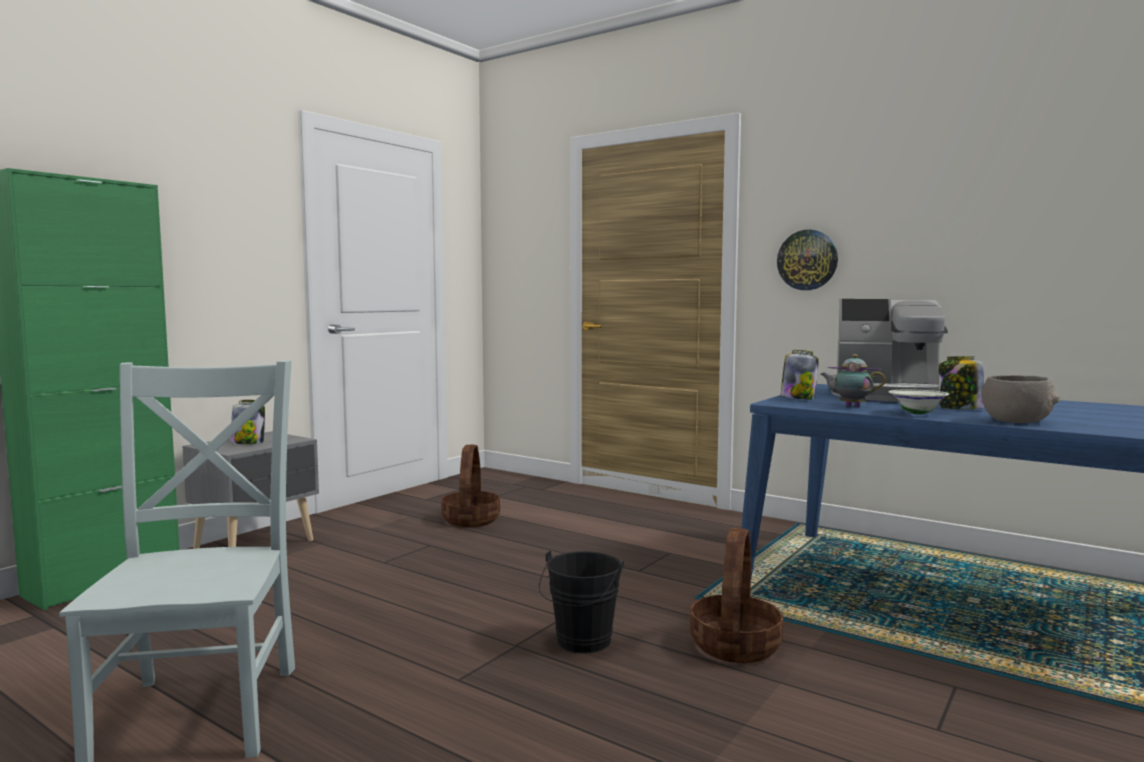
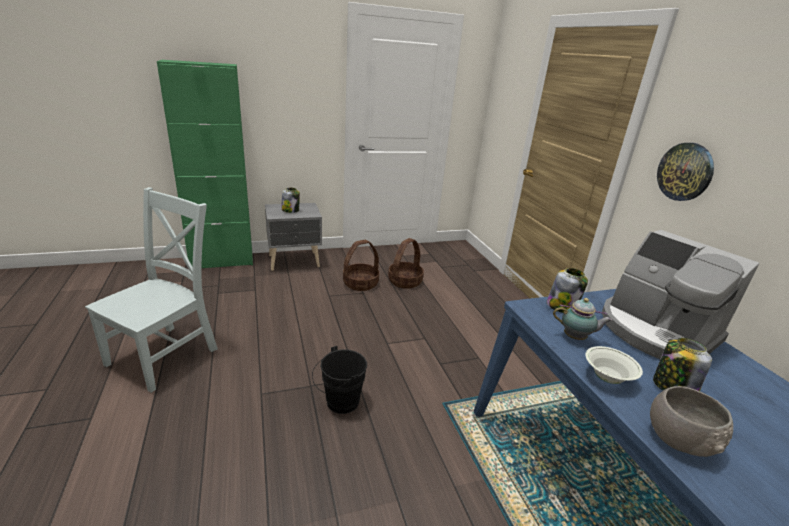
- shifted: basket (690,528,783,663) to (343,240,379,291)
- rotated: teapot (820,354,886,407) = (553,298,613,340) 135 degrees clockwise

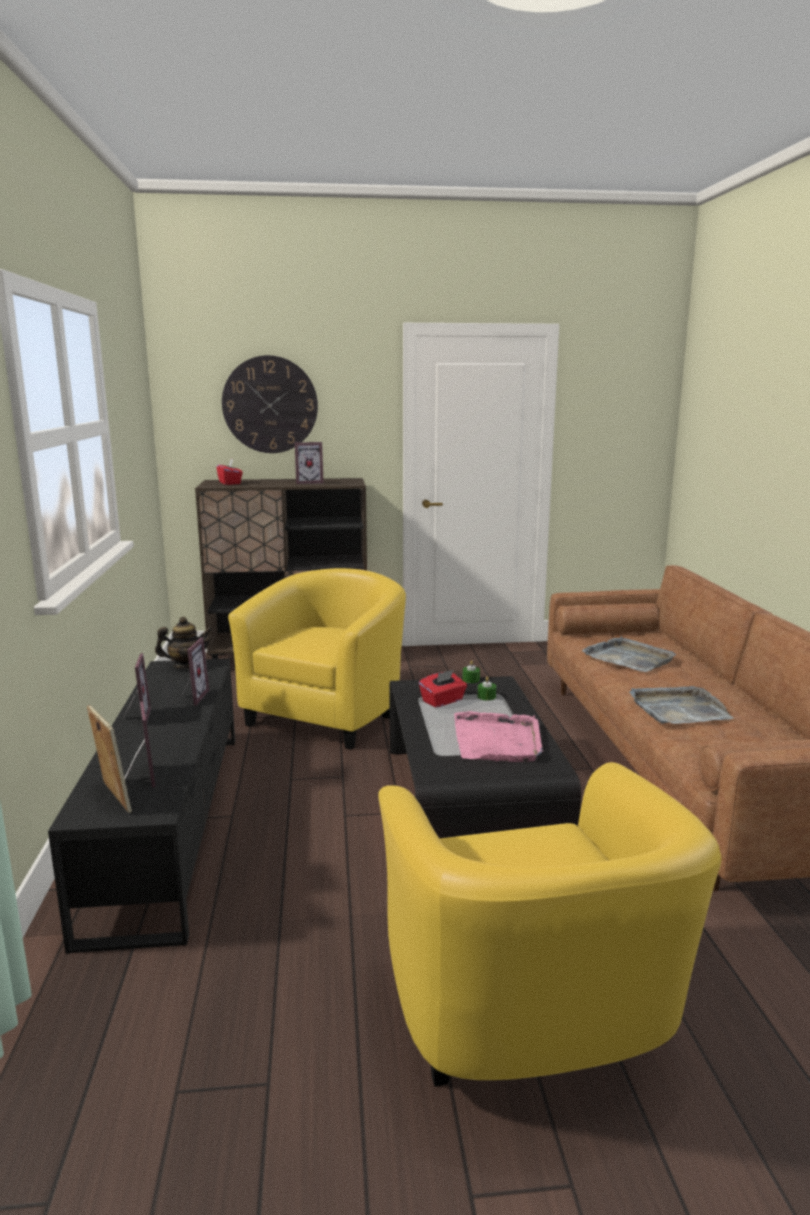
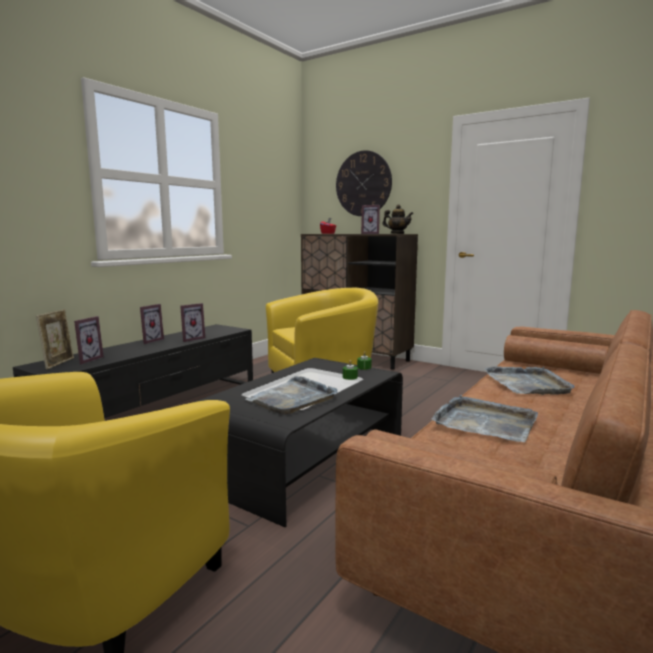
- repainted: pink tray (454,711,543,762) to grey tray (245,376,338,415)
- shifted: teapot (155,616,213,669) to (382,205,413,234)
- gone: red tissue box (419,670,467,708)

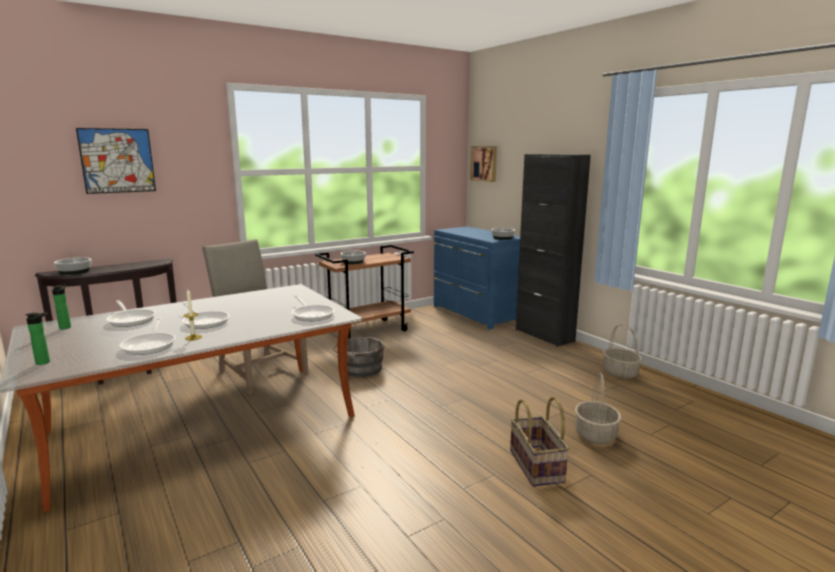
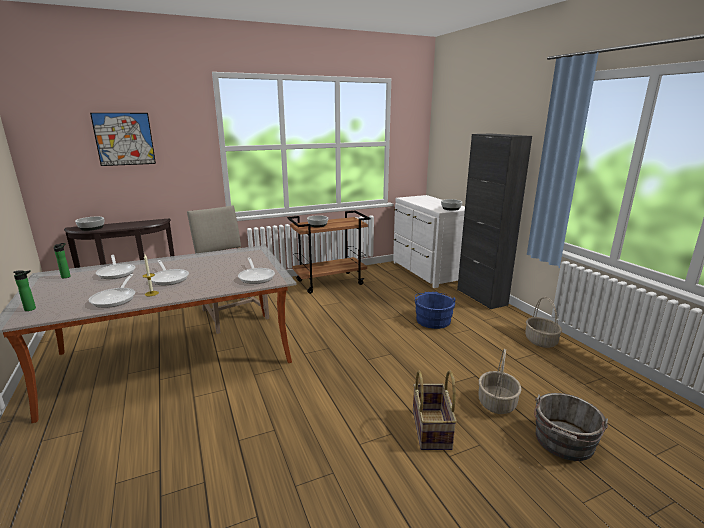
- repainted: blue dresser (434,226,520,330) to white dresser (393,195,465,288)
- new: blue bucket (414,292,456,329)
- shifted: grey bucket (333,337,385,377) to (534,393,608,461)
- gone: picture (470,146,497,182)

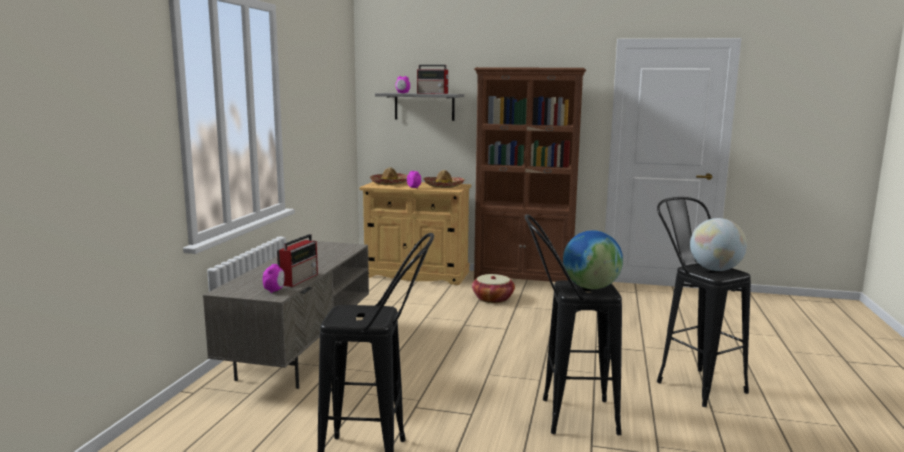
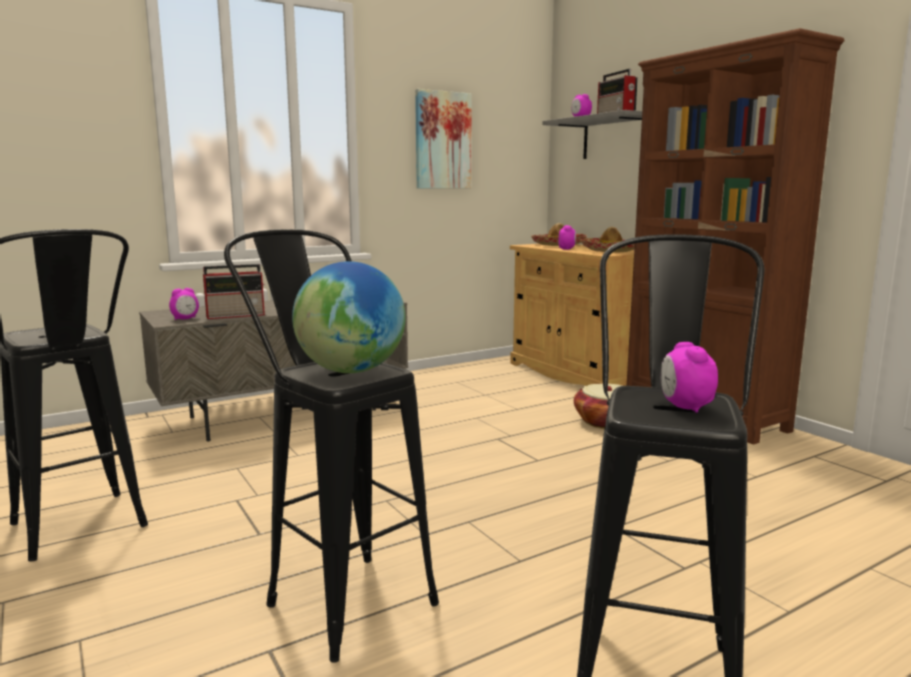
- new: picture (415,89,472,189)
- swapped: globe (690,218,747,271) to alarm clock (661,342,718,413)

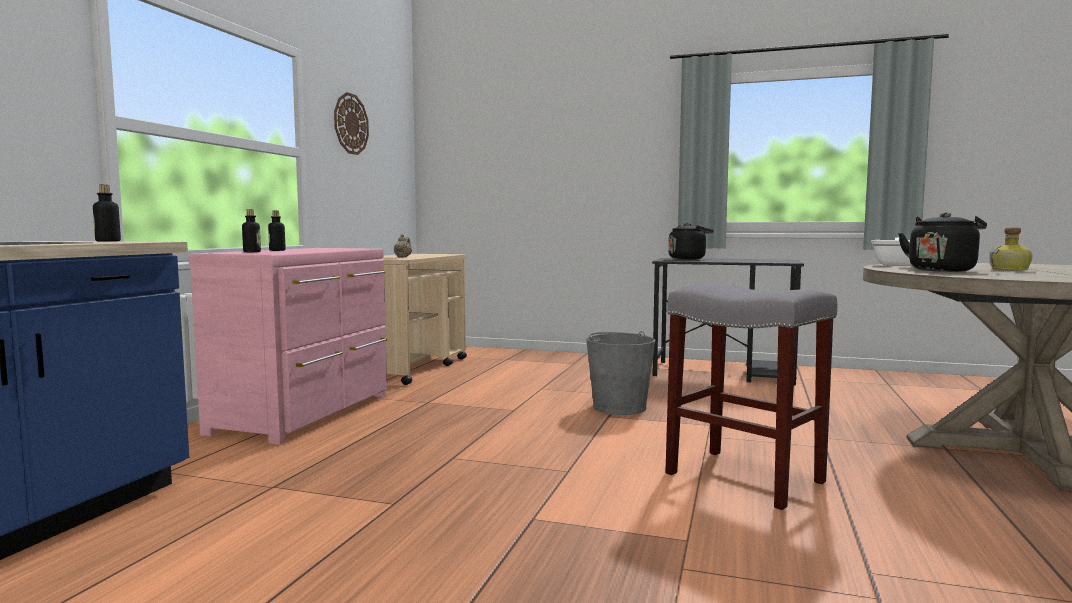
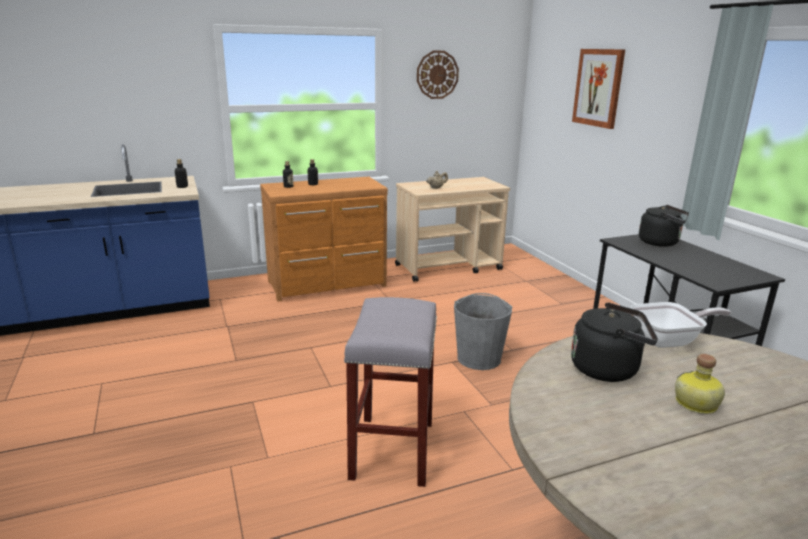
- repainted: pink dresser (188,248,387,444) to brown dresser (260,177,388,302)
- new: picture (572,49,625,129)

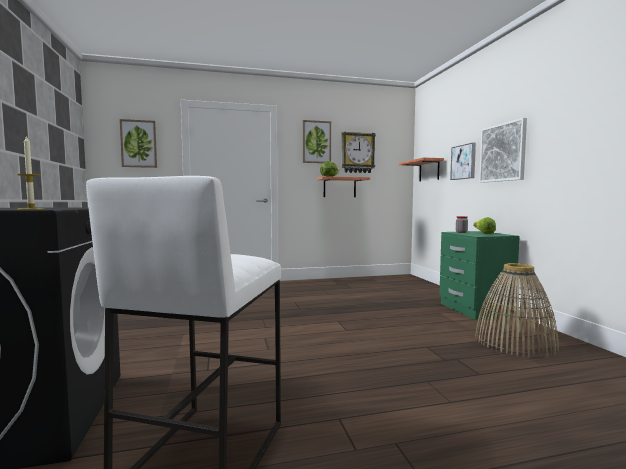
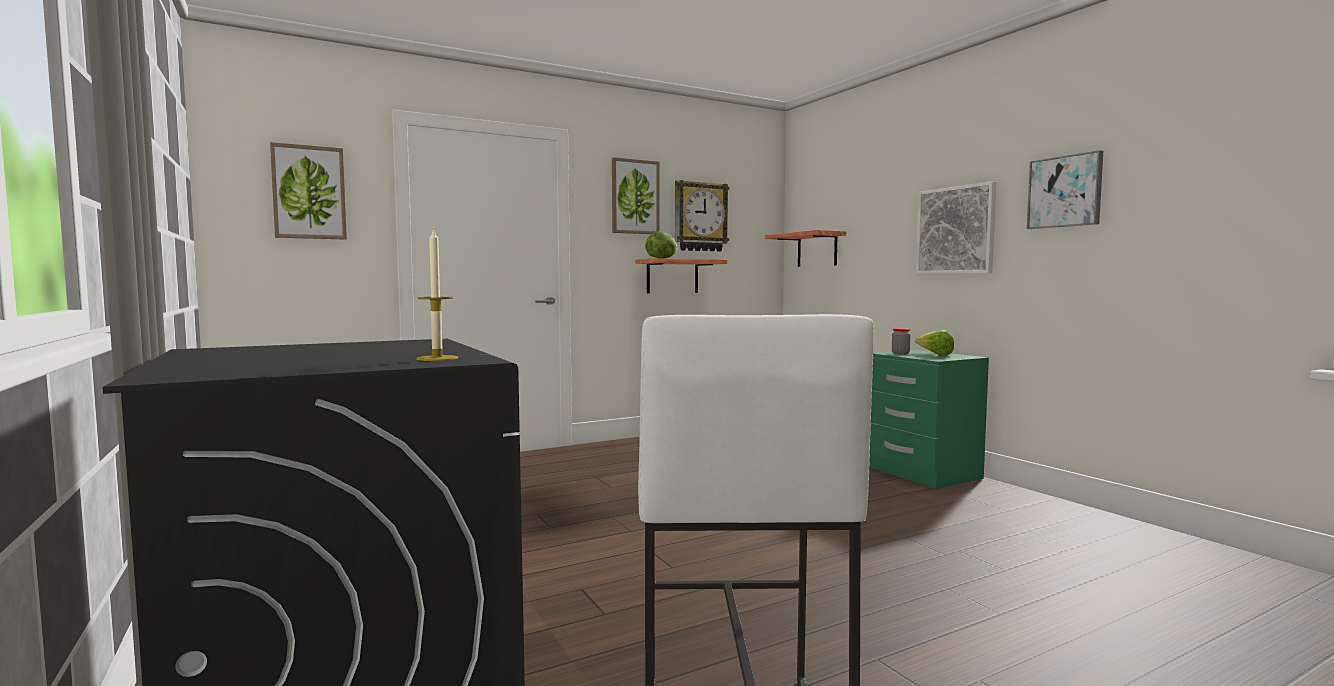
- shifted: picture (450,143,476,180) to (1027,150,1103,229)
- gone: basket (475,263,559,358)

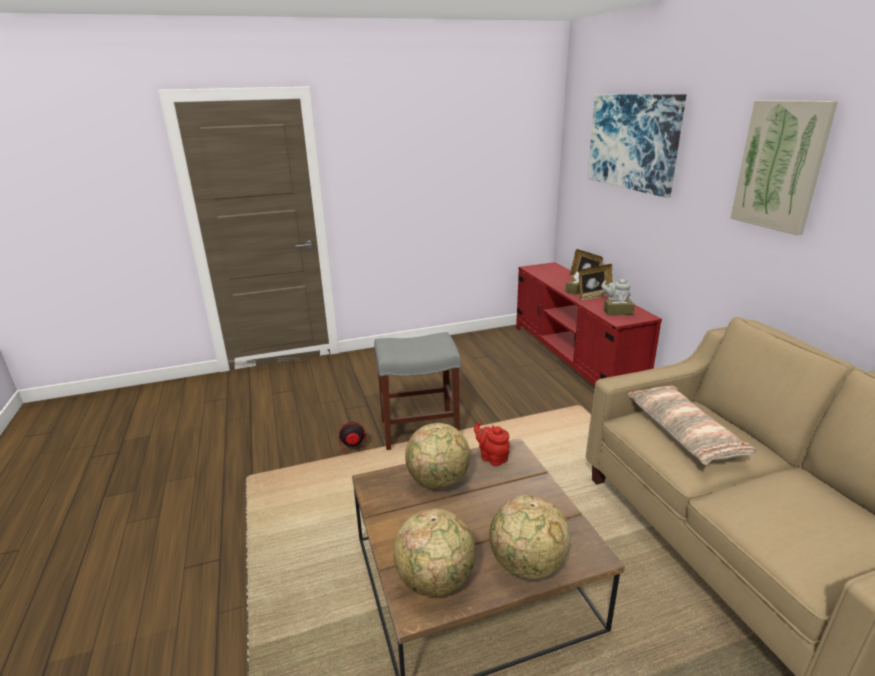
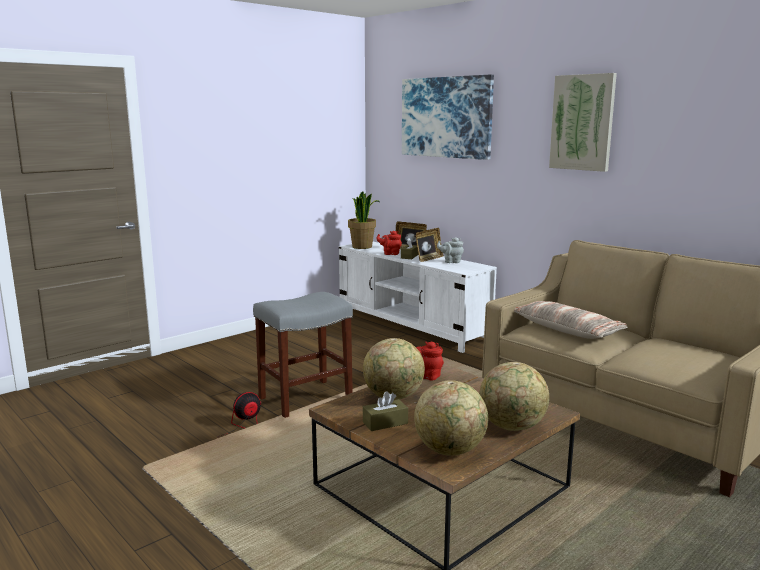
- repainted: red tv stand (516,262,662,386) to white tv stand (339,242,497,353)
- new: potted plant (348,191,379,249)
- shifted: brown tissue box (604,292,635,315) to (363,391,408,431)
- new: red teapot (376,231,402,255)

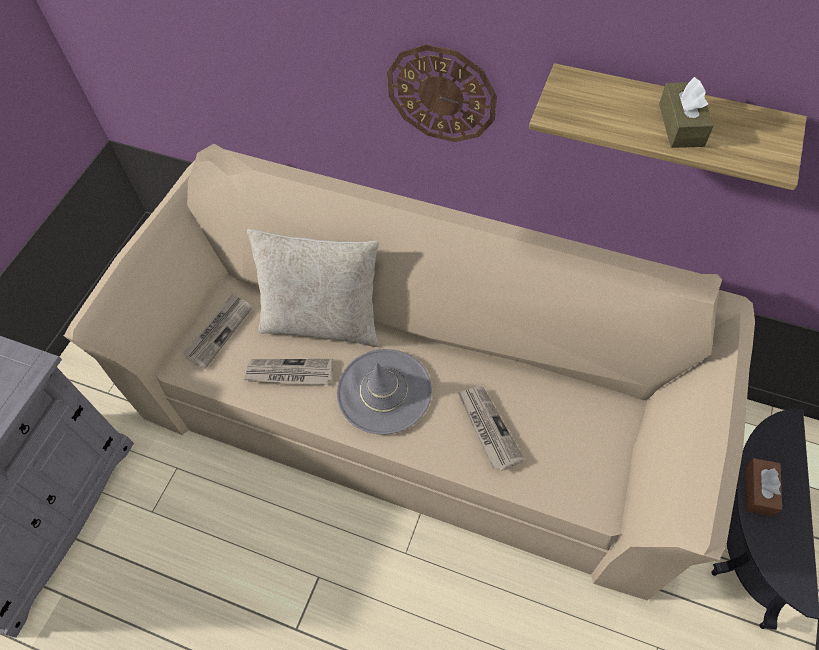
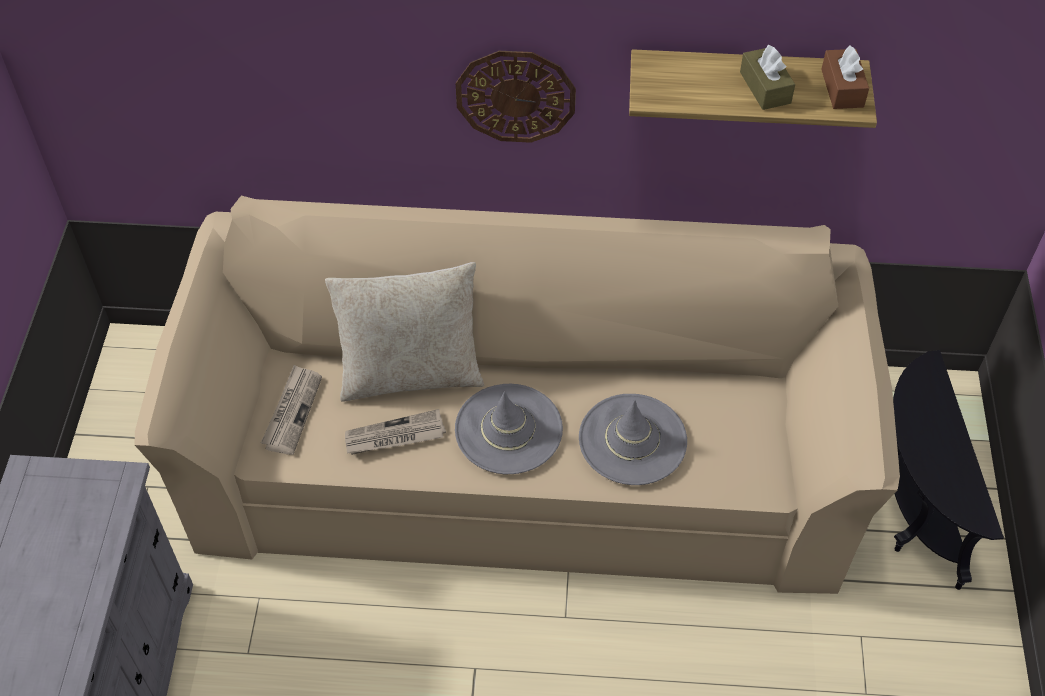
- swapped: newspaper (458,386,525,471) to grey hat (579,394,687,485)
- shifted: brown tissue box (746,458,782,517) to (821,45,869,109)

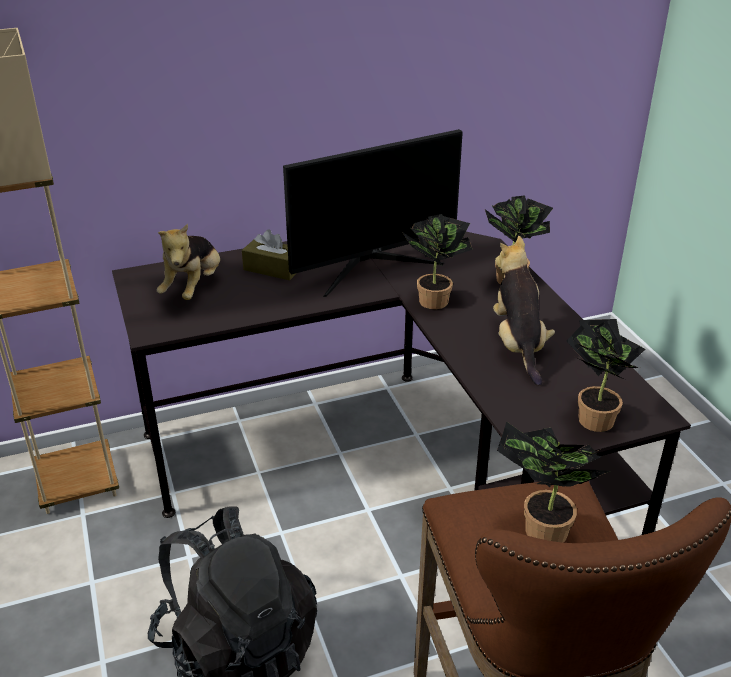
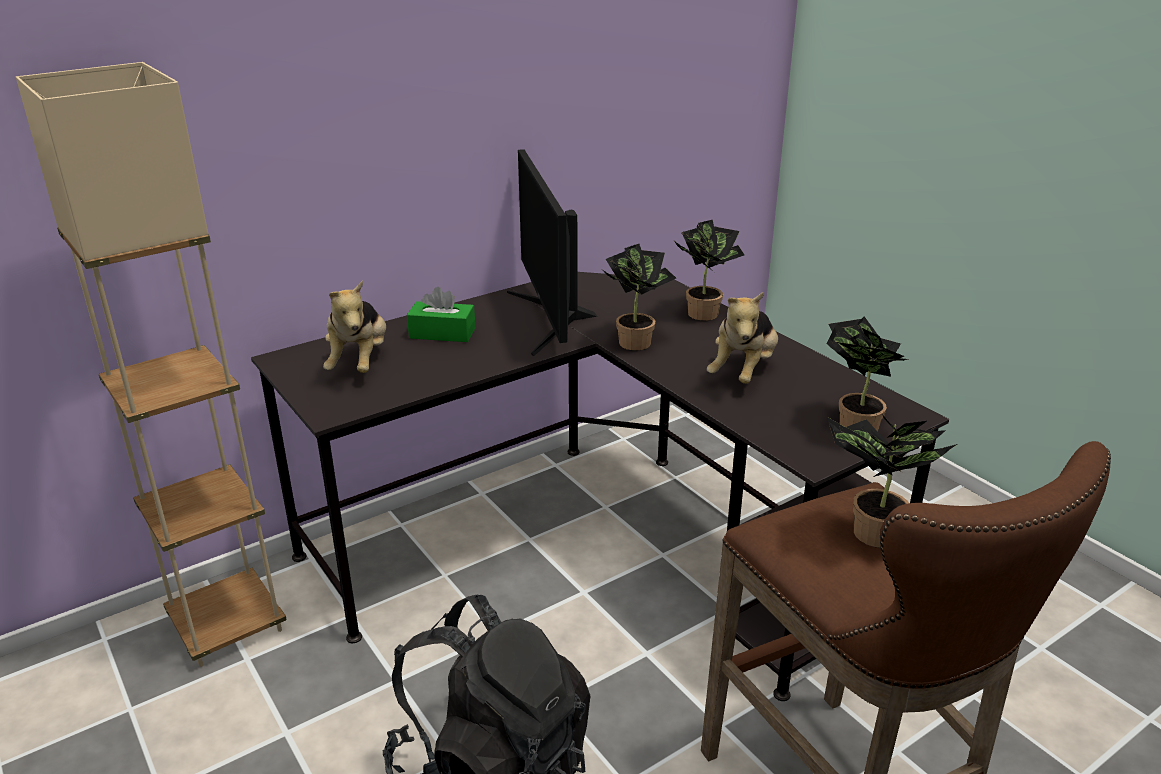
- repainted: brown tissue box (242,229,297,280) to green tissue box (407,287,475,342)
- rotated: monitor (283,129,463,297) = (507,149,597,356) 120 degrees clockwise
- rotated: plush toy (493,236,555,386) = (707,292,778,384) 135 degrees counterclockwise

